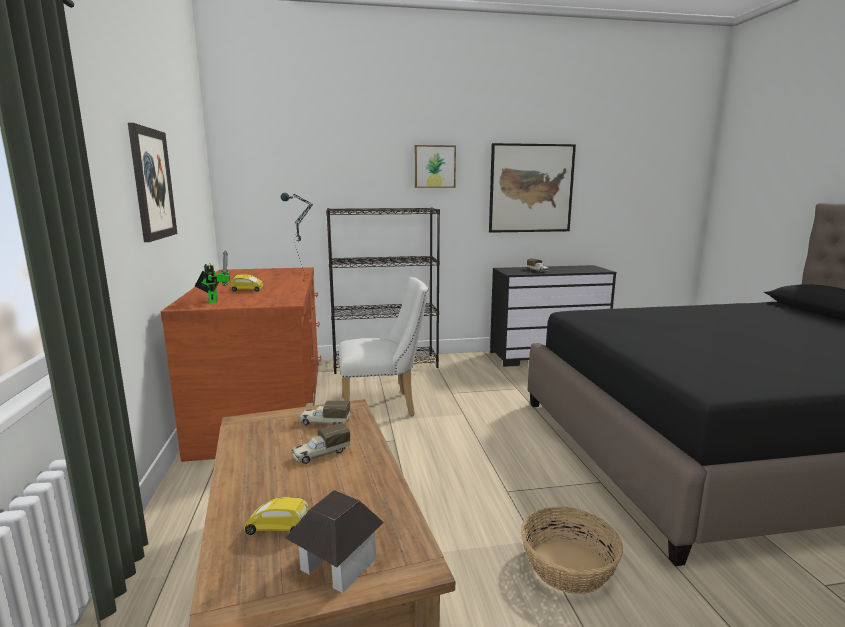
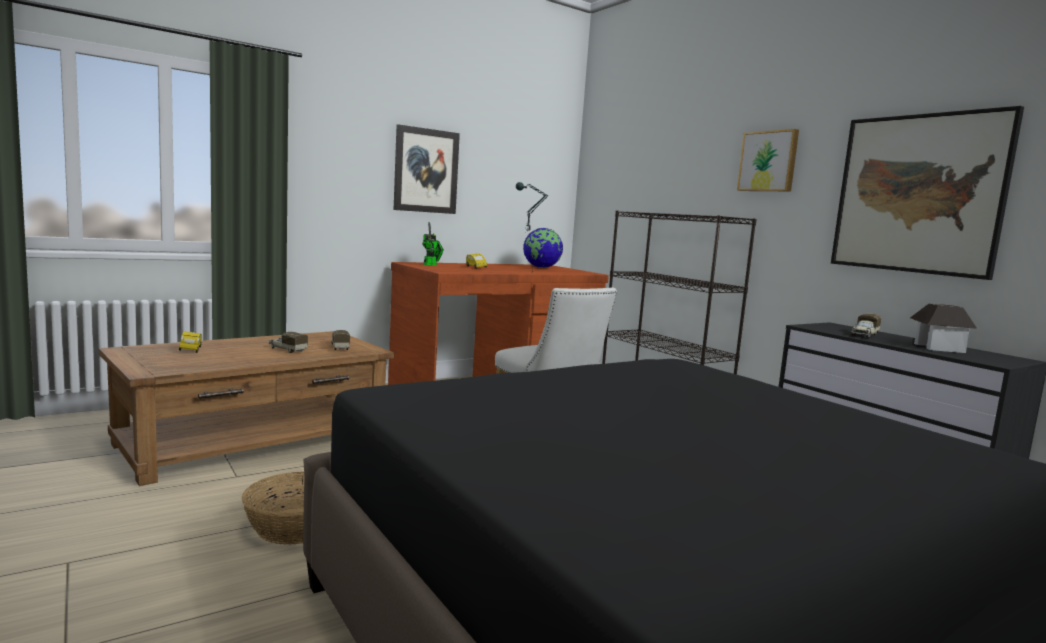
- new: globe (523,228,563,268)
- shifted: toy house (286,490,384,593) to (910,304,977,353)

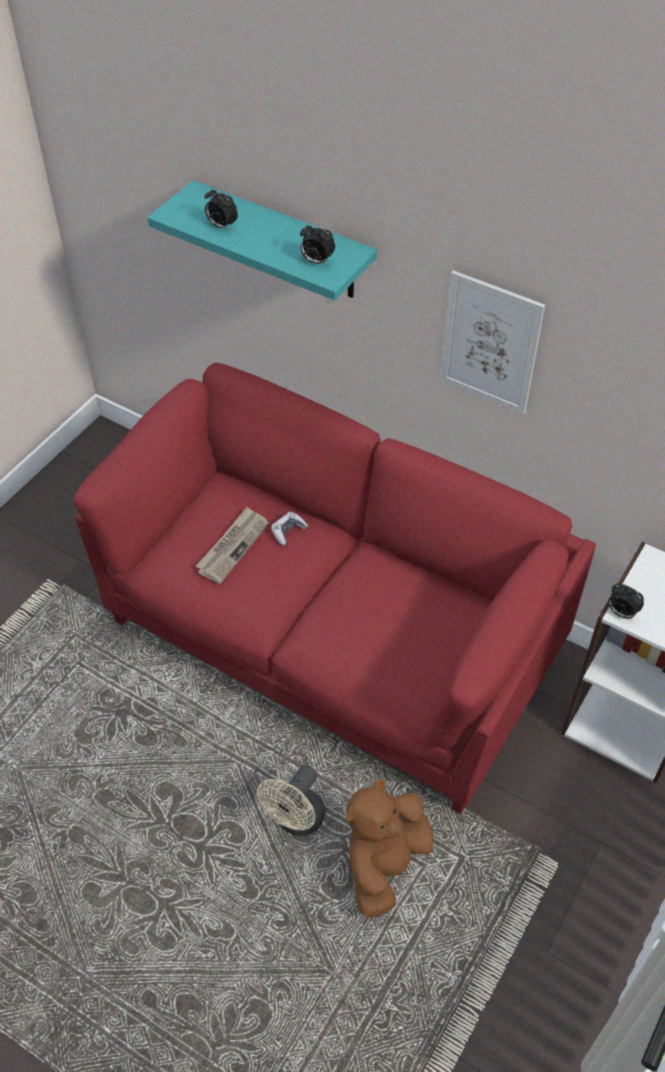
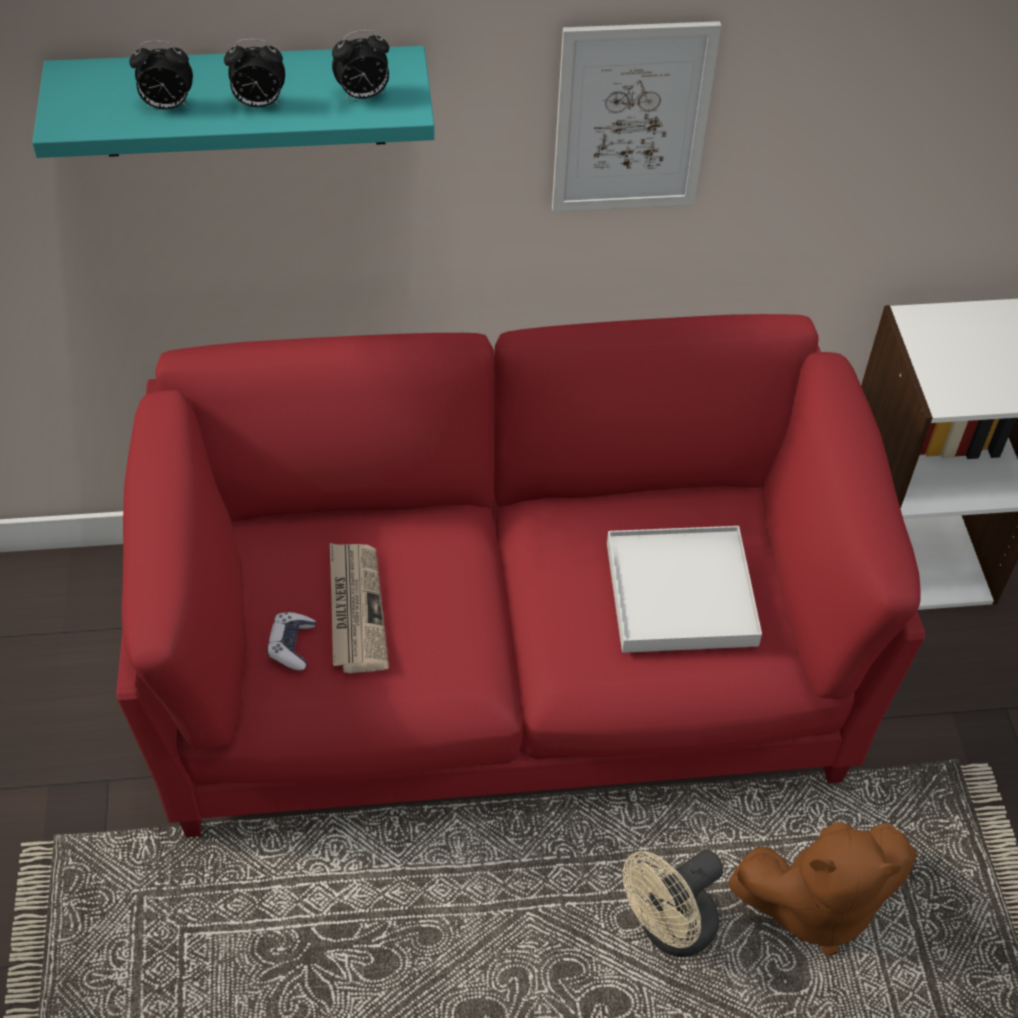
- shifted: alarm clock (609,583,644,620) to (224,39,285,107)
- shifted: game controller (271,512,308,545) to (267,612,316,670)
- new: white tray (607,526,762,653)
- rotated: beige fan (257,765,325,836) = (622,849,723,957) 60 degrees clockwise
- rotated: brown plush toy (346,779,433,918) = (728,822,917,956) 90 degrees counterclockwise

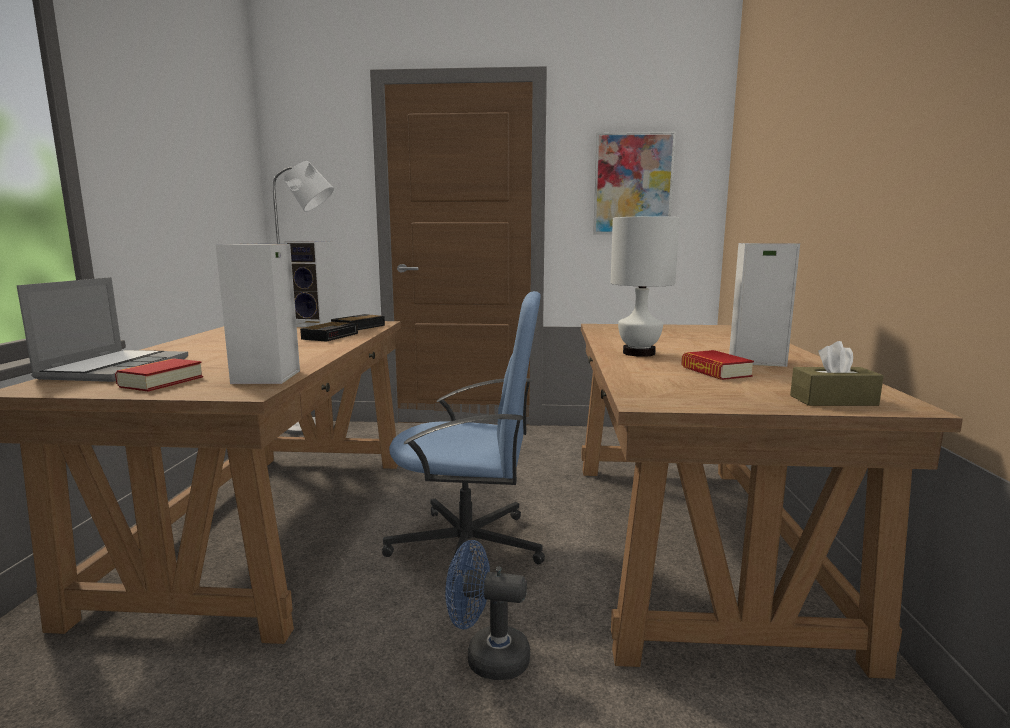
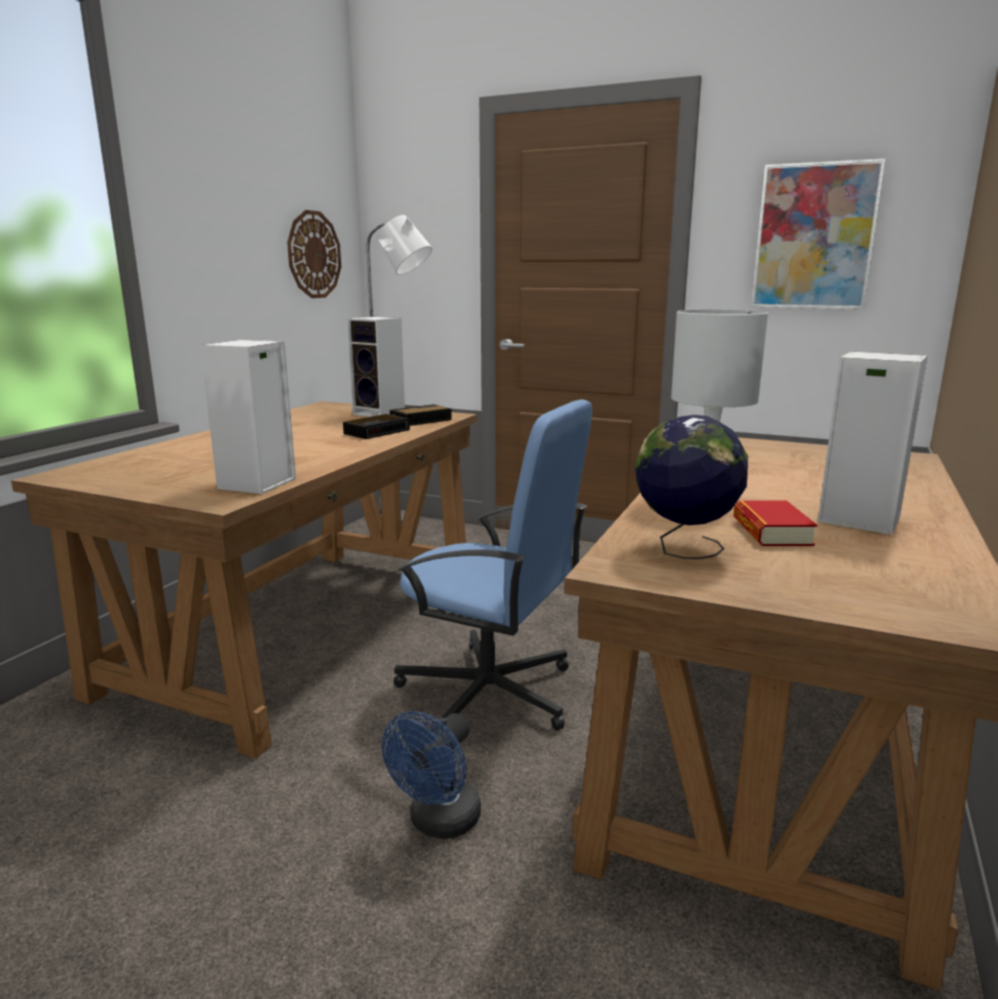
- new: wall clock (287,210,341,298)
- rotated: blue fan (445,540,530,680) = (382,711,481,839) 90 degrees counterclockwise
- new: globe (635,415,748,559)
- gone: laptop (17,277,188,382)
- gone: book (115,358,203,392)
- gone: brown tissue box (790,341,883,406)

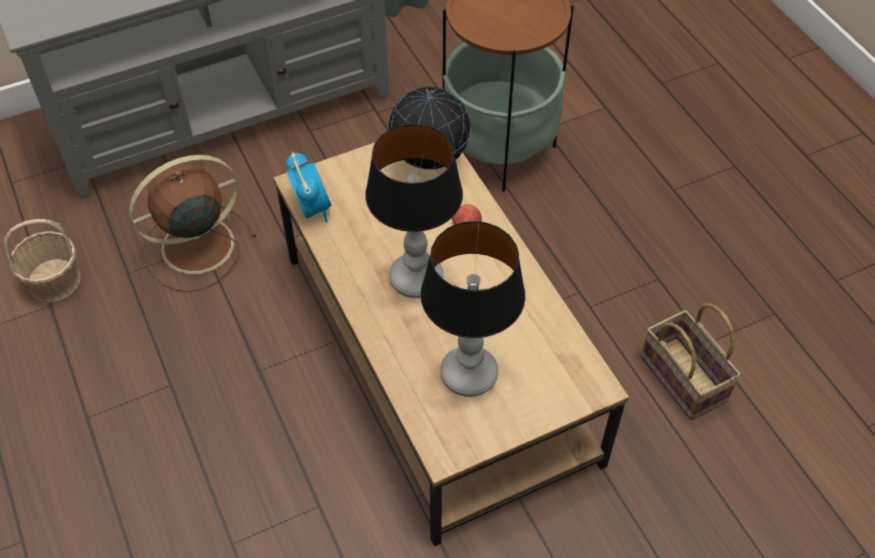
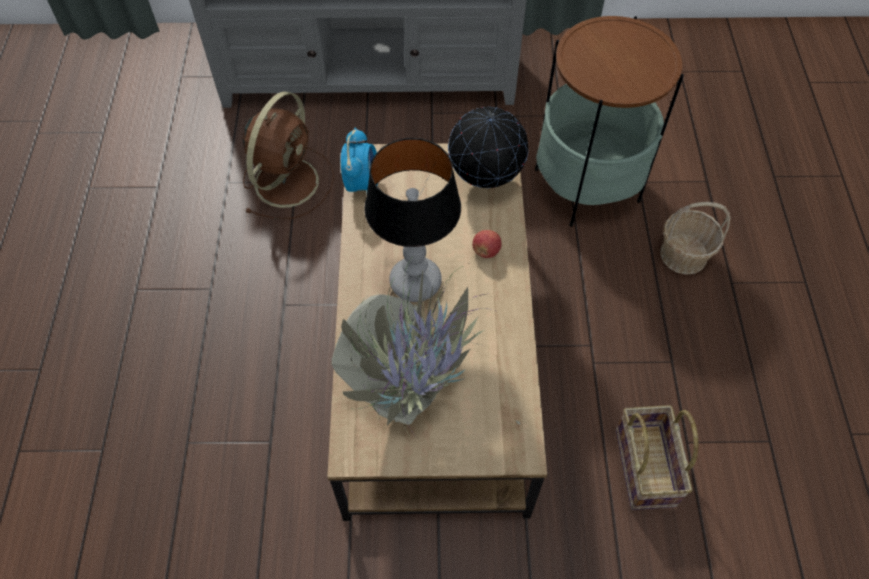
- rotated: brown fan (129,155,257,292) = (242,91,334,219) 120 degrees clockwise
- swapped: table lamp (420,221,525,397) to potted plant (332,252,521,463)
- shifted: basket (4,219,80,302) to (660,202,731,275)

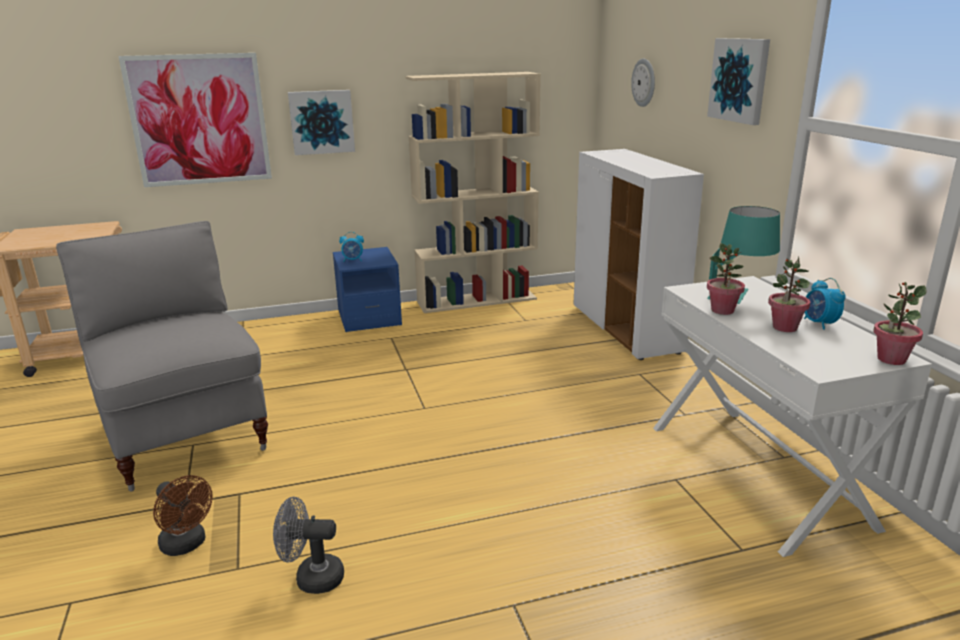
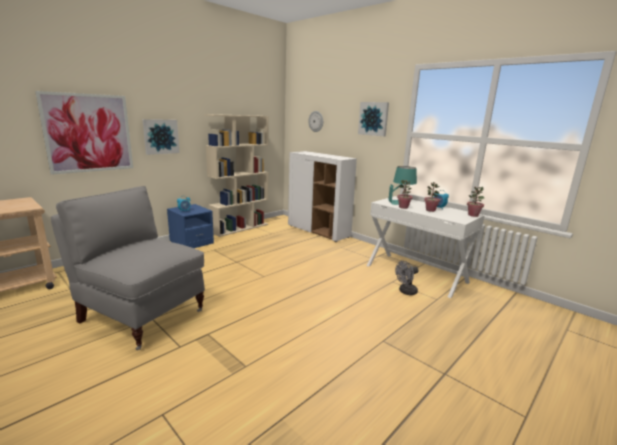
- shifted: grey fan (273,497,344,594) to (395,261,418,295)
- gone: brown fan (153,475,213,556)

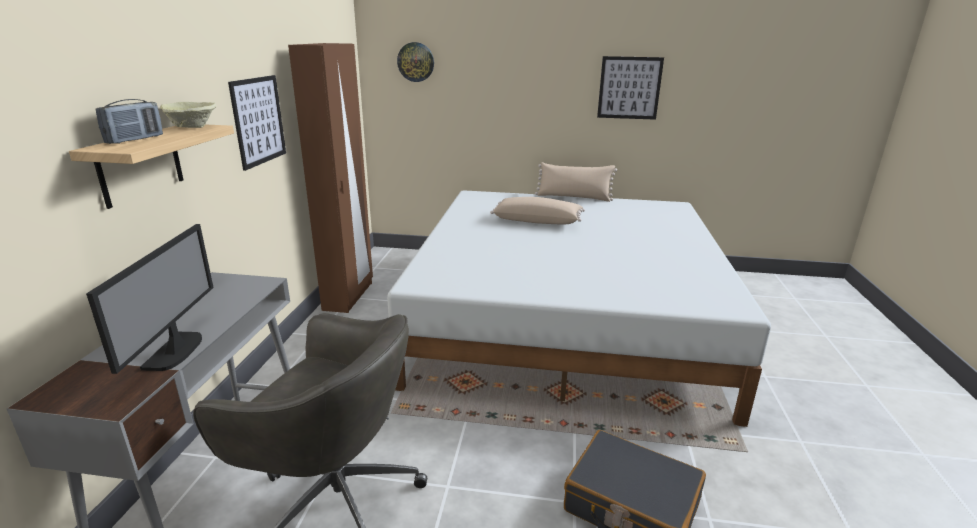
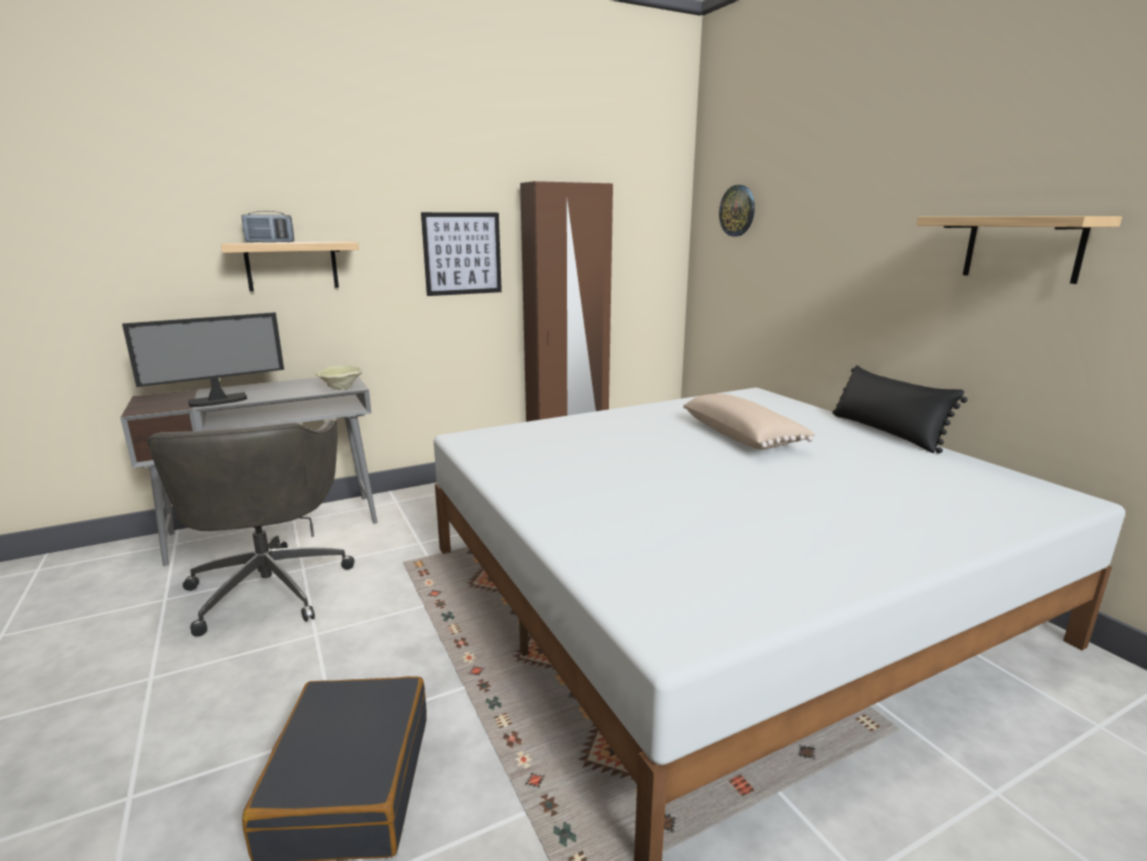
- shifted: beige bowl (160,102,217,128) to (316,365,363,390)
- repainted: beige pillow (535,162,617,202) to black pillow (832,365,968,453)
- swapped: picture (597,56,664,120) to shelf (917,216,1122,284)

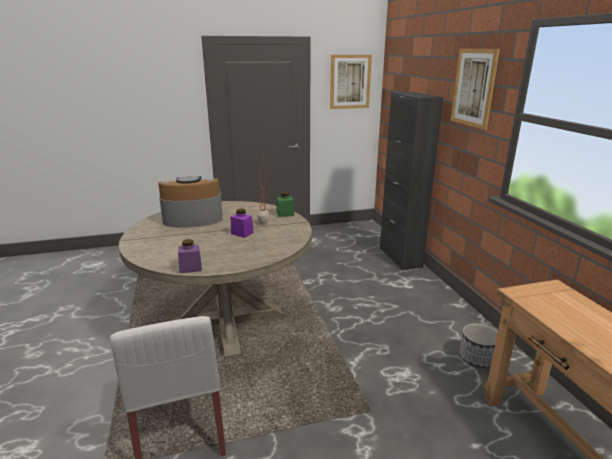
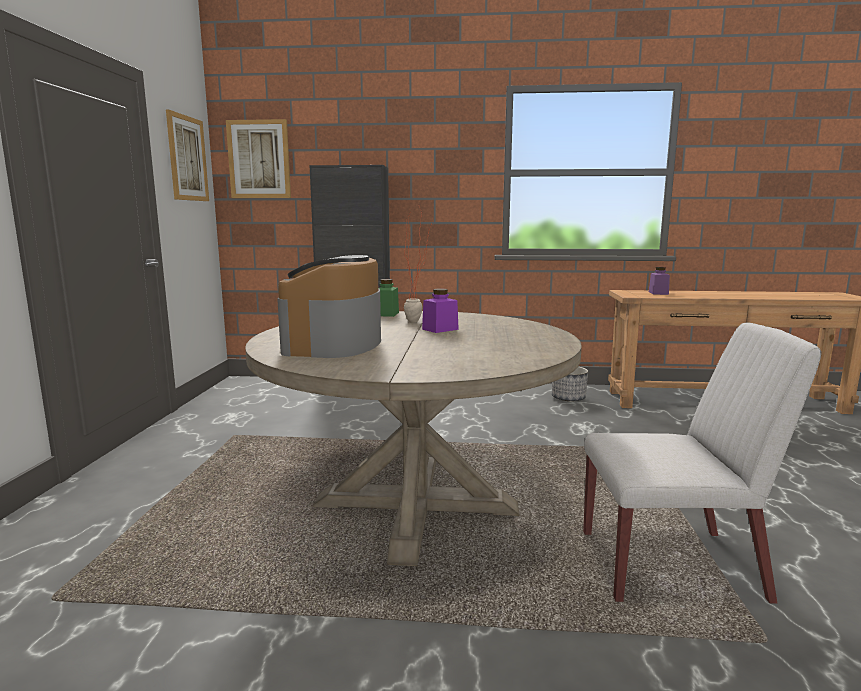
- shifted: picture (450,49,500,130) to (226,119,291,198)
- shifted: purple jar (178,239,202,273) to (649,267,670,295)

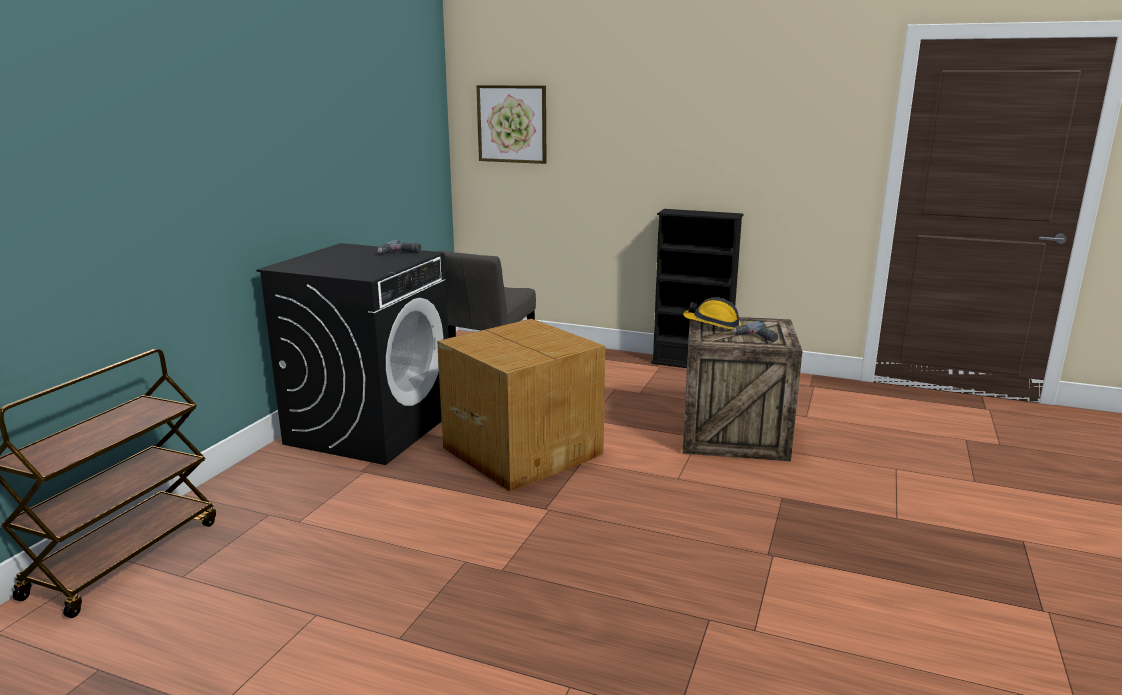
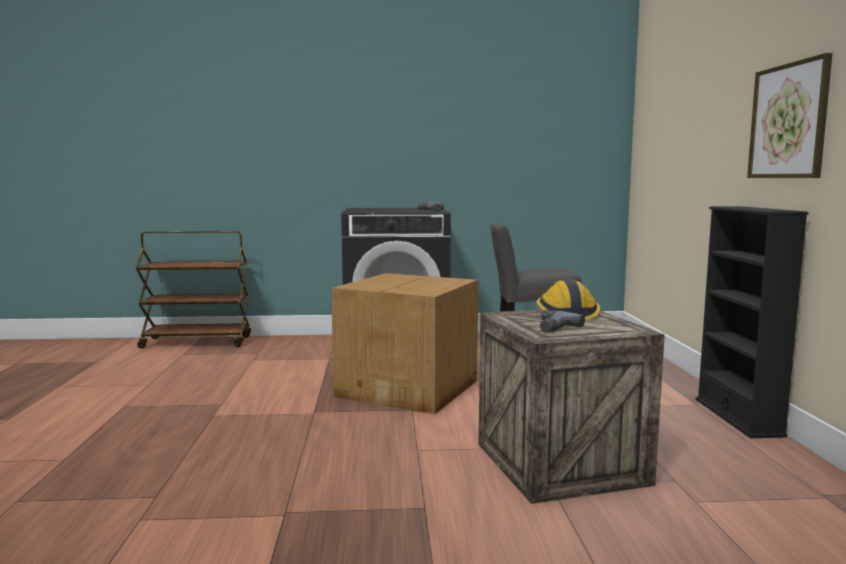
- shifted: picture (476,85,546,164) to (747,53,833,178)

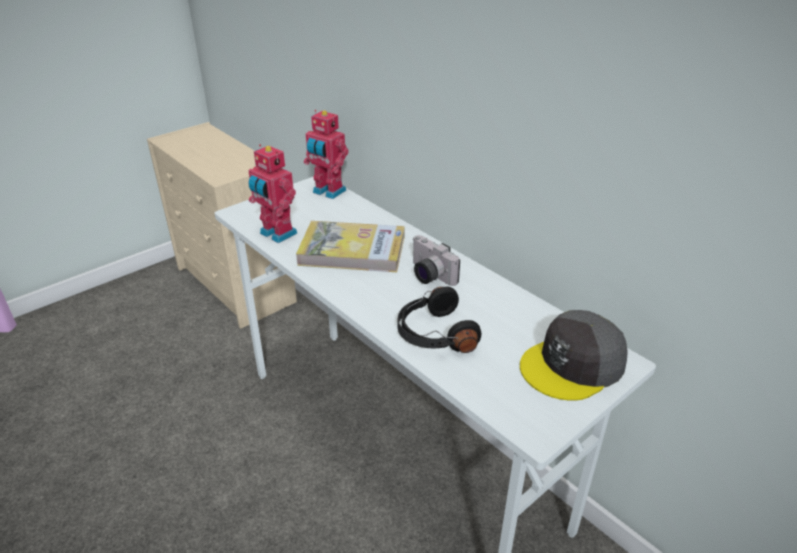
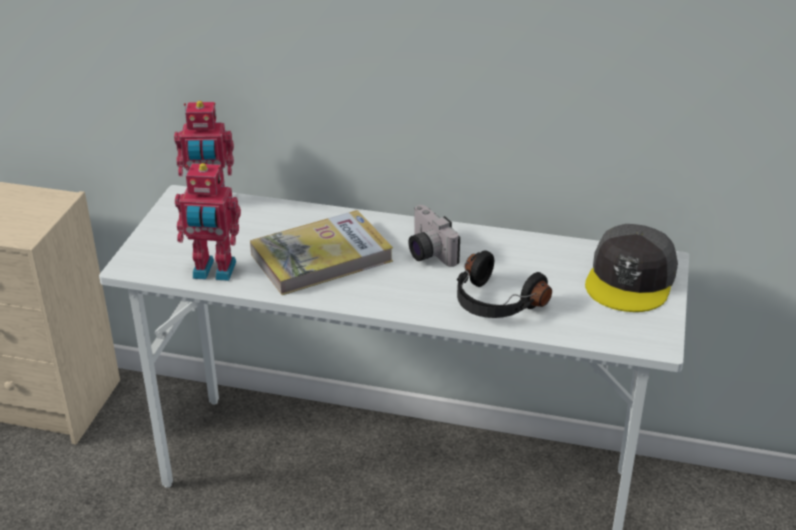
- rotated: photo camera (413,235,460,286) = (408,205,460,267) 45 degrees clockwise

